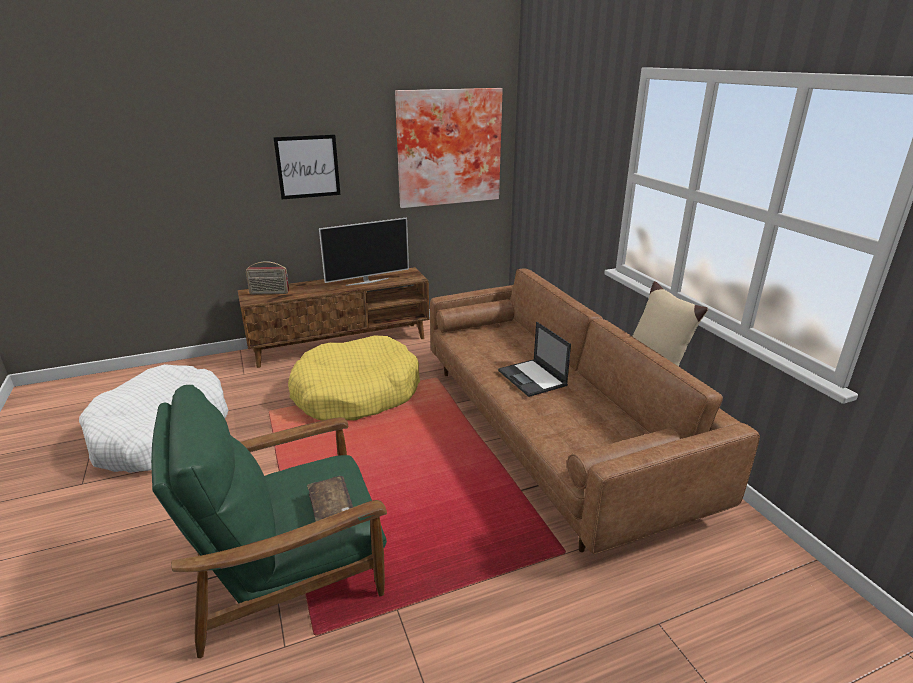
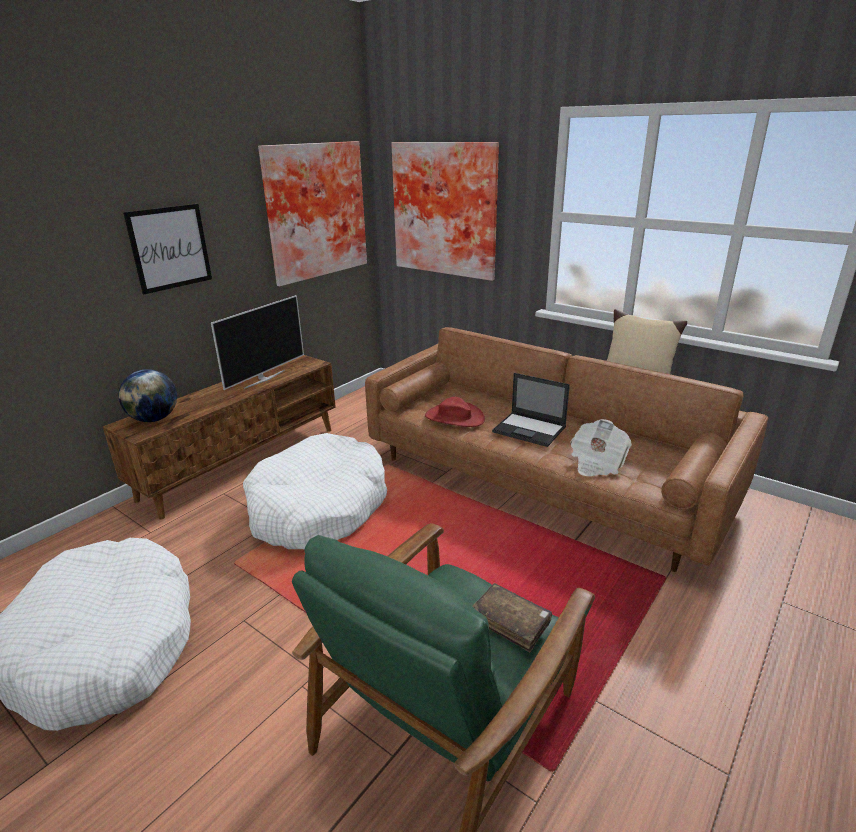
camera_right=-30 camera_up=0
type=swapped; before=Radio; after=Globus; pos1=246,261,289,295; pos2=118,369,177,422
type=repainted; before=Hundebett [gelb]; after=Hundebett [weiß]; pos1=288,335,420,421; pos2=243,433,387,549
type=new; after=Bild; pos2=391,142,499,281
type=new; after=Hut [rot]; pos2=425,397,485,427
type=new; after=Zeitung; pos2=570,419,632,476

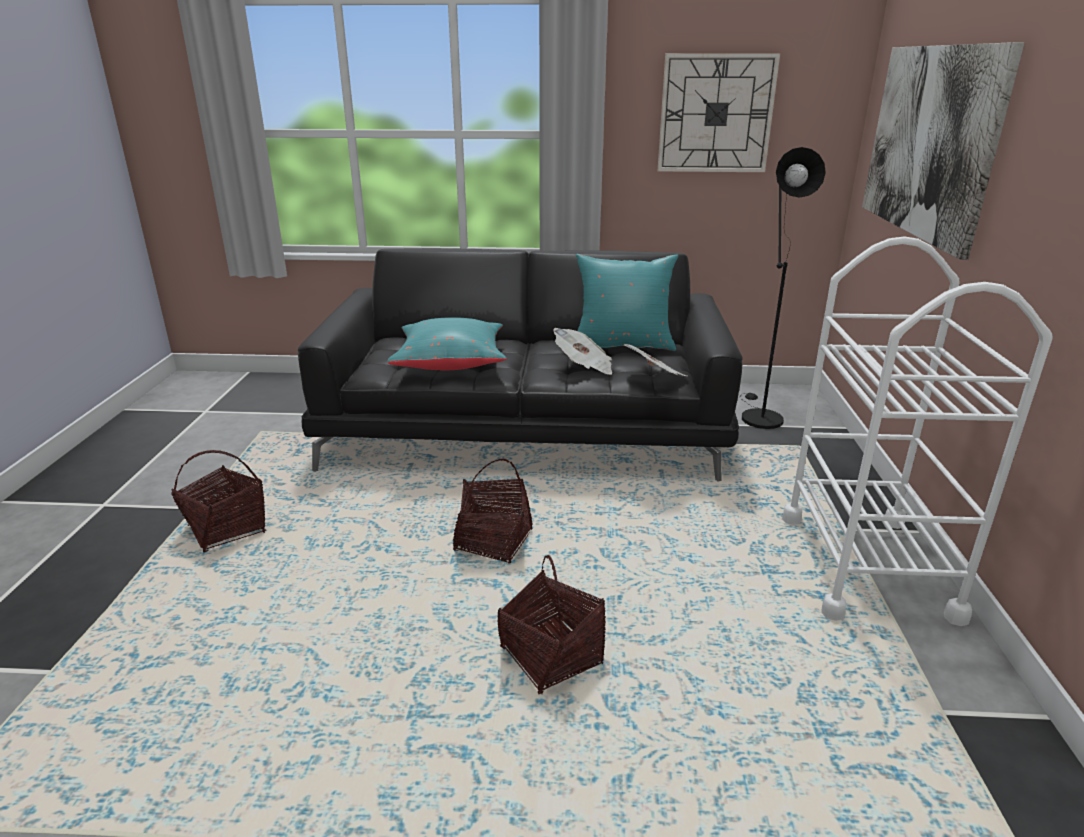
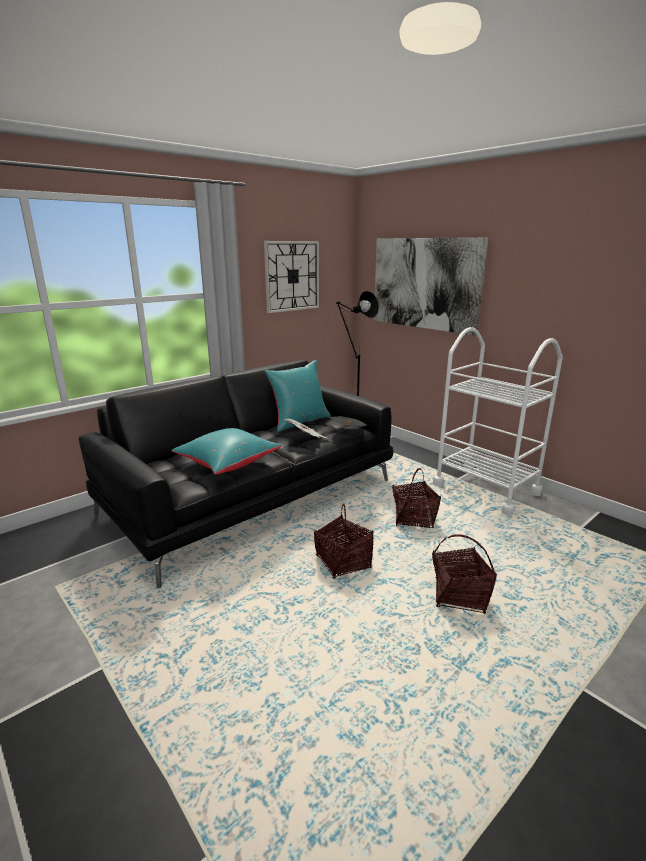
camera_right=-45 camera_up=-5
type=shifted; before=Korb; pos1=171,450,266,553; pos2=392,468,441,529

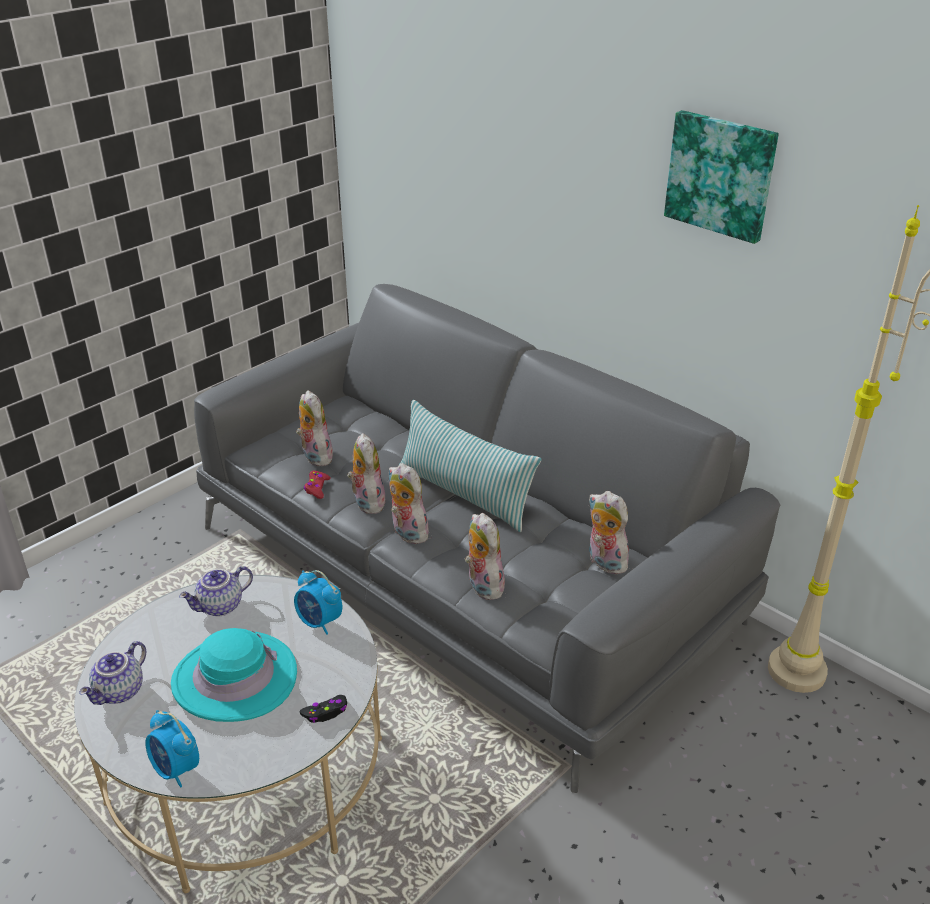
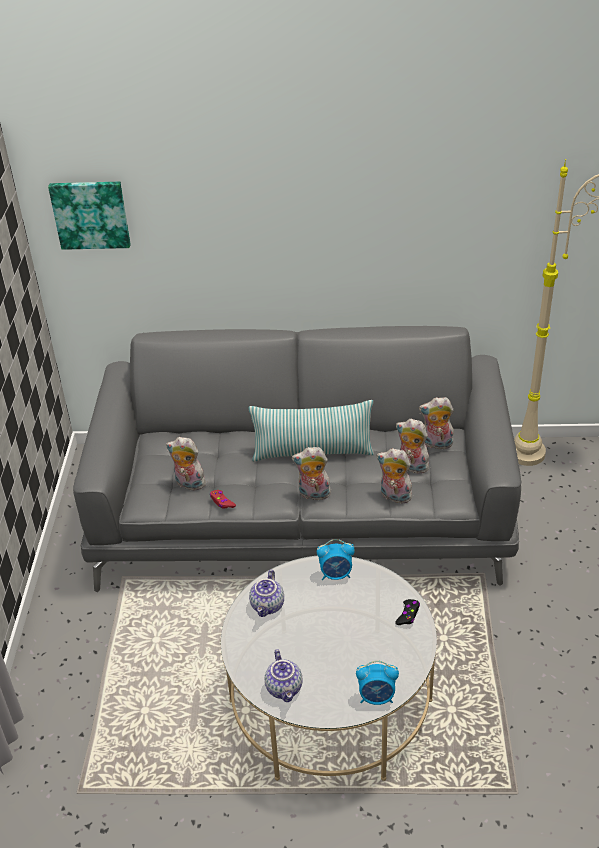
camera_right=-40 camera_up=5
type=shifted; before=Bild; pos1=664,110,779,244; pos2=48,182,131,250
type=shifted; before=Plüschtier; pos1=347,433,386,514; pos2=396,419,433,474
type=gone; before=Hut [türkis]; pos1=171,628,297,722

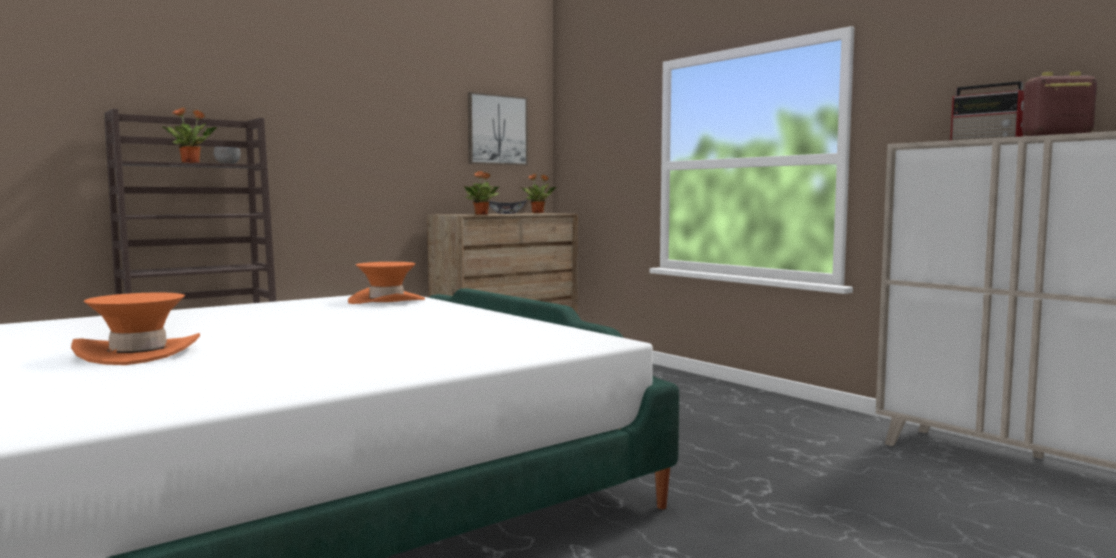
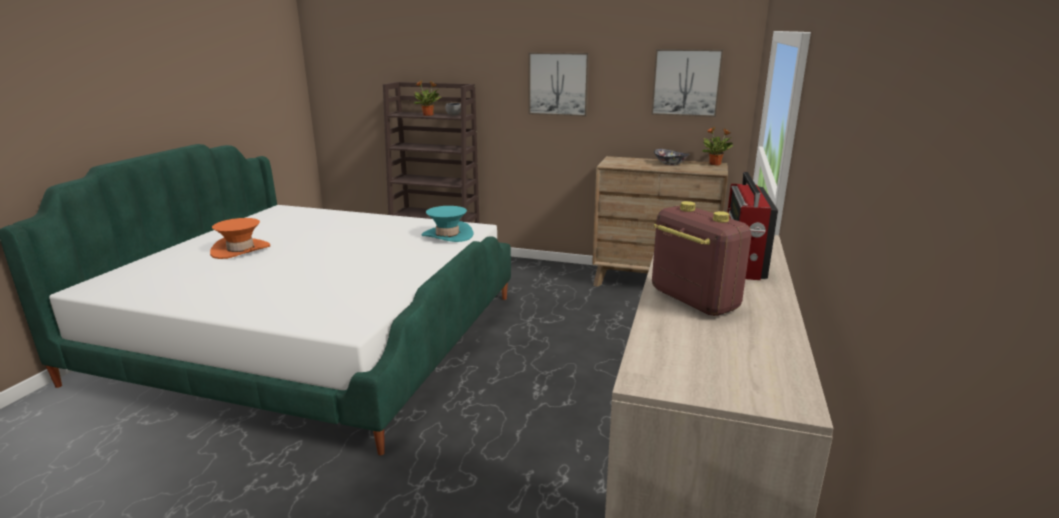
camera_right=55 camera_up=15
type=gone; before=Topfpflanze; pos1=464,171,500,215
type=repainted; before=Hut [orange]; after=Hut [türkis]; pos1=348,262,425,304; pos2=422,206,474,242
type=new; after=Bild; pos2=529,52,589,116

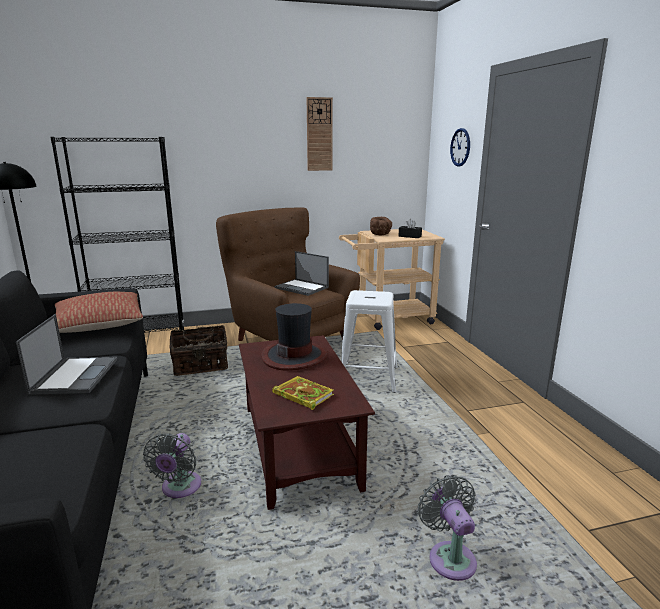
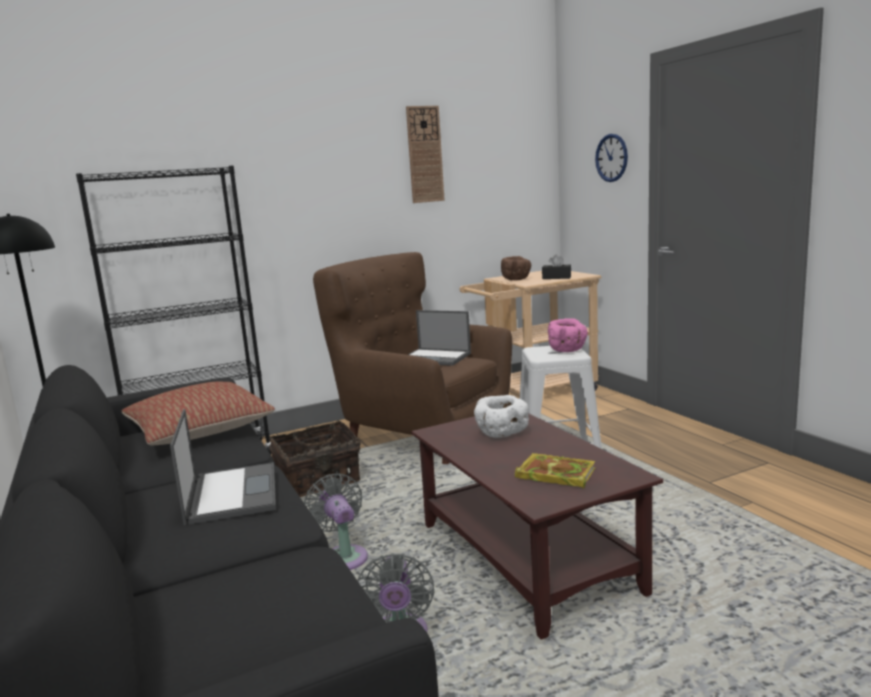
camera_right=-10 camera_up=-5
type=swapped; before=Hut; after=Schüssel [weiß]; pos1=261,303,328,371; pos2=474,395,529,438
type=shifted; before=Ventilator [grau]; pos1=418,475,477,581; pos2=304,473,368,570
type=new; after=Schüssel [rosa]; pos2=548,318,588,352

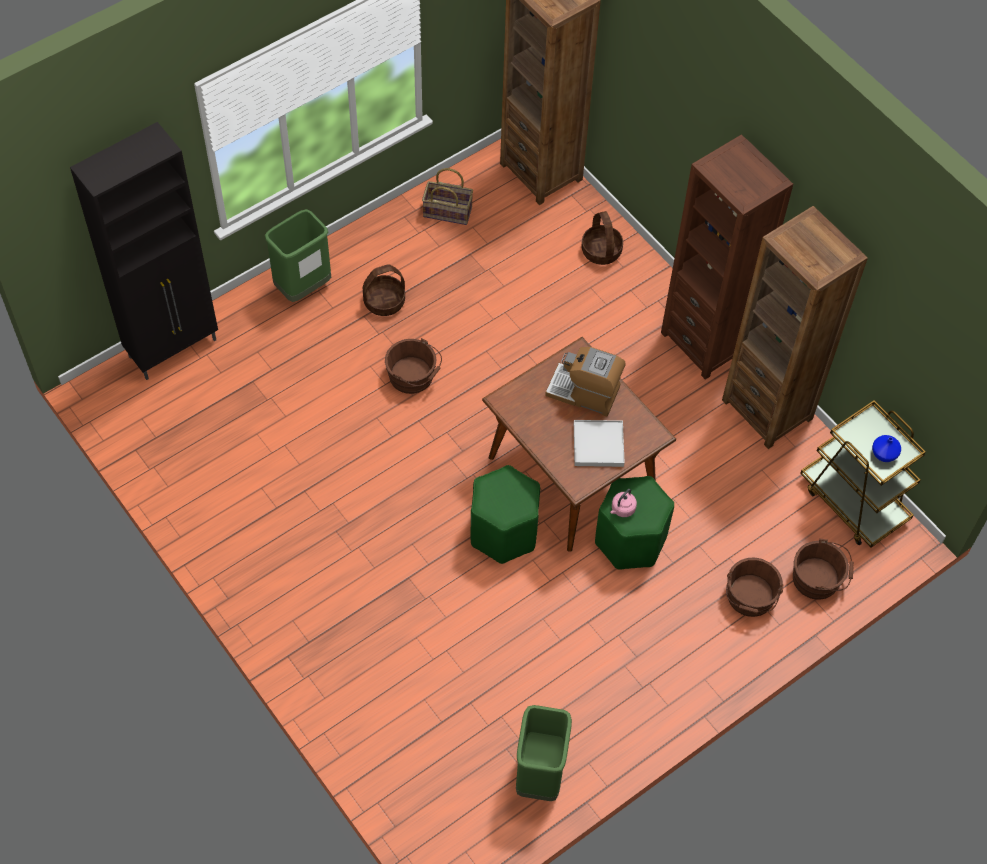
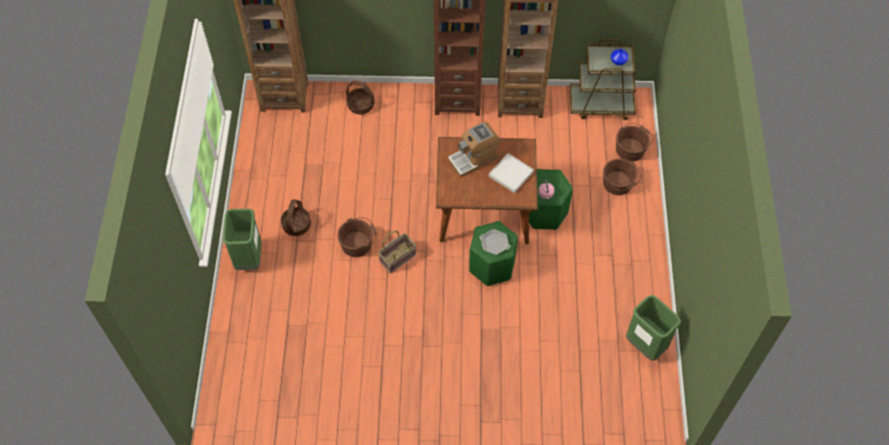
camera_right=-50 camera_up=0
type=gone; before=Schrank [schwarz]; pos1=70,122,218,380
type=shifted; before=Korb; pos1=422,168,473,225; pos2=378,230,416,273
type=new; after=Pfanne; pos2=480,229,510,255

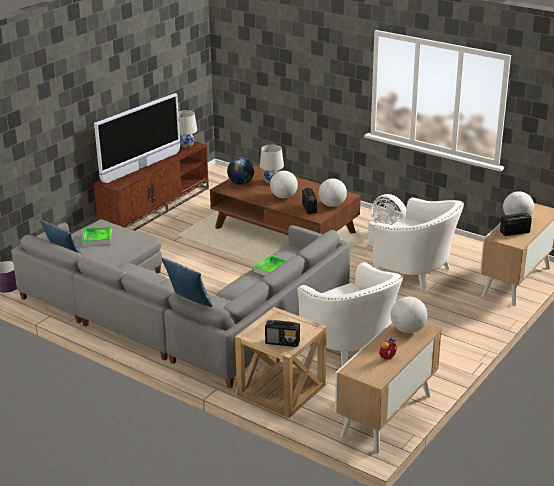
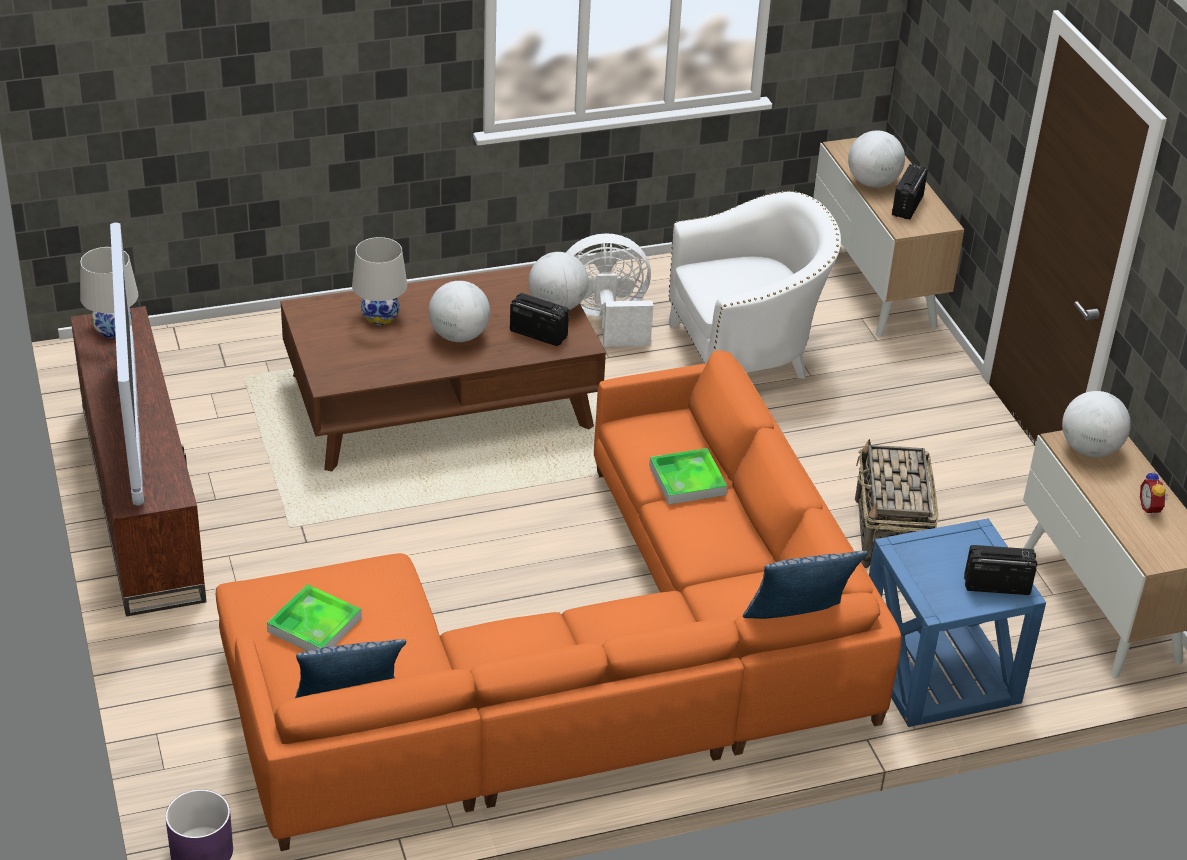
camera_right=-55 camera_up=10
type=gone; before=Globus; pos1=227,158,254,185
type=repainted; before=Sofa [grau]; after=Sofa [orange]; pos1=11,219,351,389; pos2=216,350,902,851
type=swapped; before=Sessel [weiß]; after=Korb; pos1=297,262,403,366; pos2=855,439,938,568
type=repainted; before=Beistelltisch [beige]; after=Beistelltisch [blau]; pos1=235,307,327,418; pos2=869,519,1046,727
type=rotated; before=Radio; pos1=265,320,300,347; pos2=964,545,1037,595; turn=-135

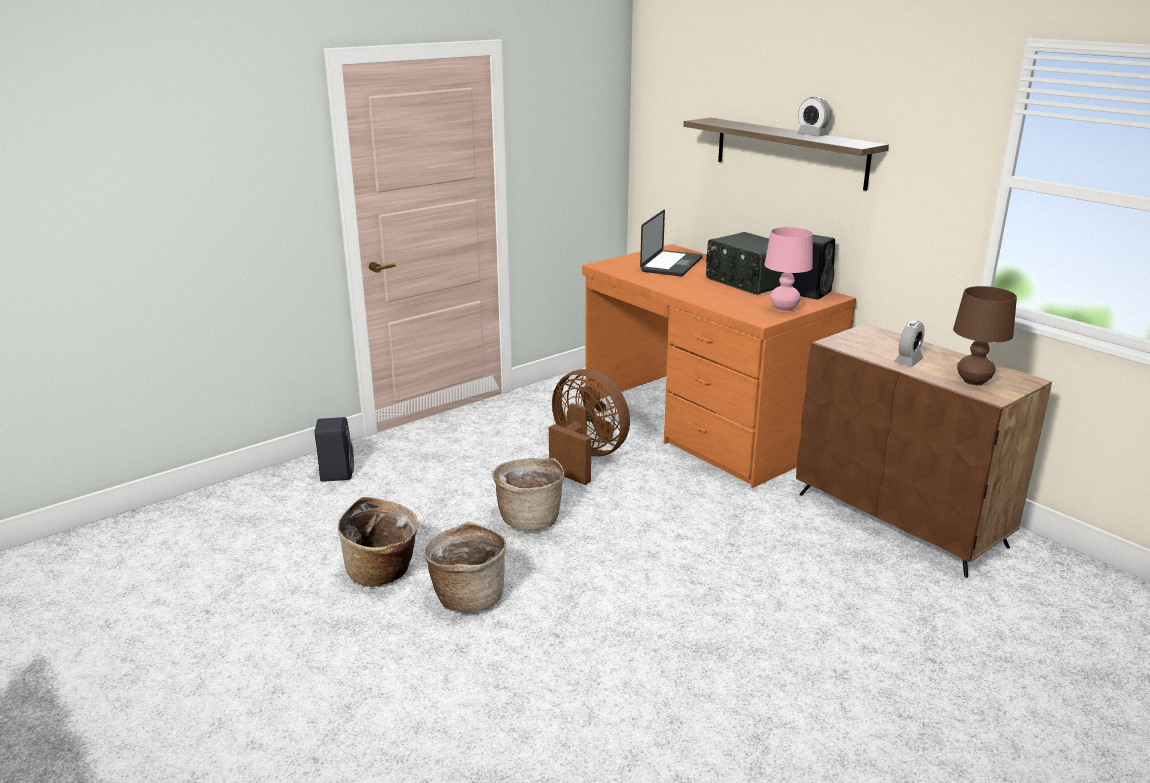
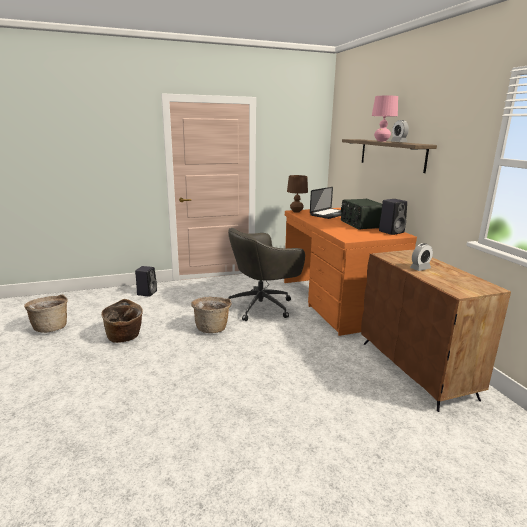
camera_right=20 camera_up=-5
type=shifted; before=Tischlampe [rosa]; pos1=764,227,813,312; pos2=372,96,398,141
type=shifted; before=Tischlampe [braun]; pos1=953,286,1017,385; pos2=287,175,308,213
type=swapped; before=Ventilator [braun]; after=Bürostuhl [grau]; pos1=549,369,630,485; pos2=228,228,305,321
type=shifted; before=Korb; pos1=424,522,506,612; pos2=24,295,68,333

